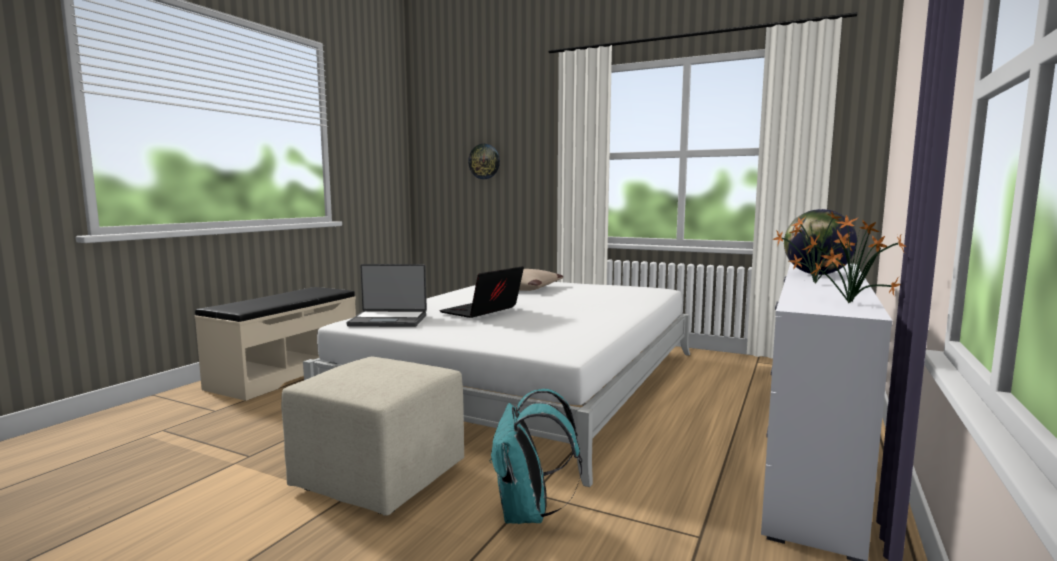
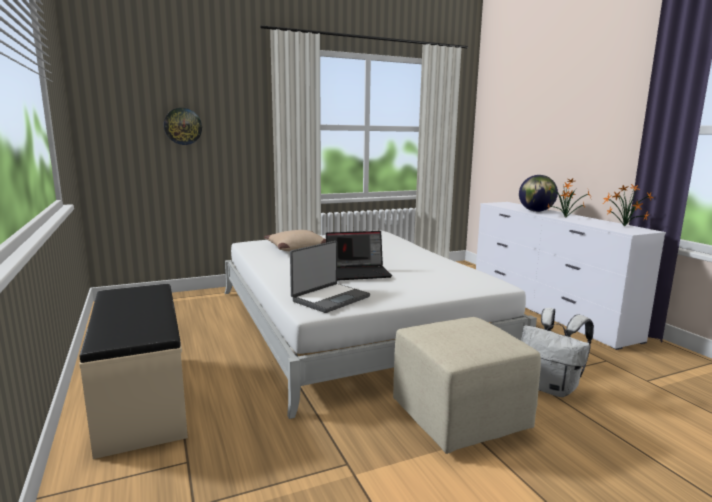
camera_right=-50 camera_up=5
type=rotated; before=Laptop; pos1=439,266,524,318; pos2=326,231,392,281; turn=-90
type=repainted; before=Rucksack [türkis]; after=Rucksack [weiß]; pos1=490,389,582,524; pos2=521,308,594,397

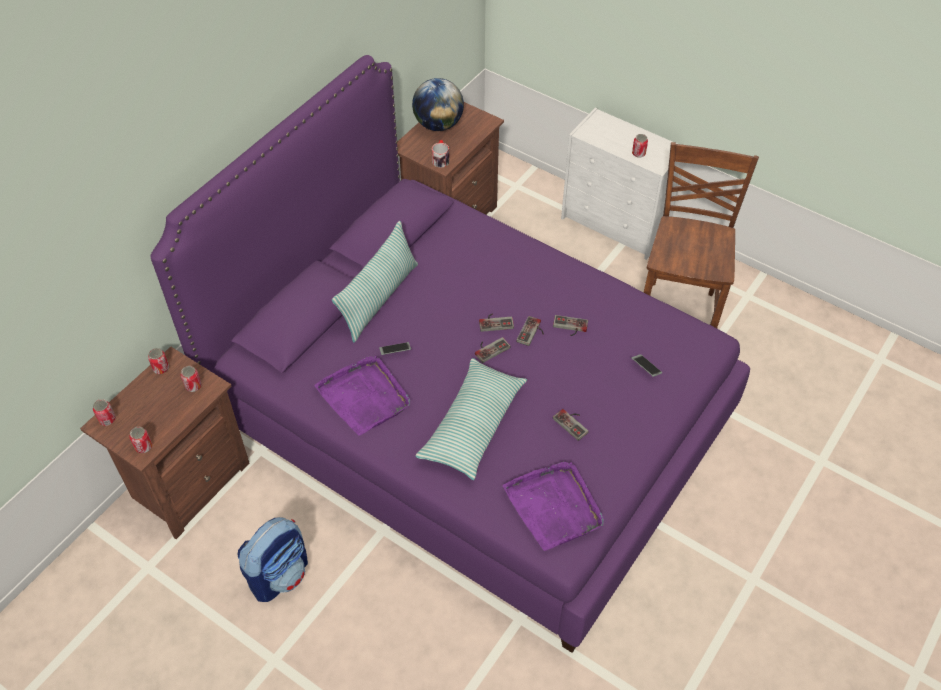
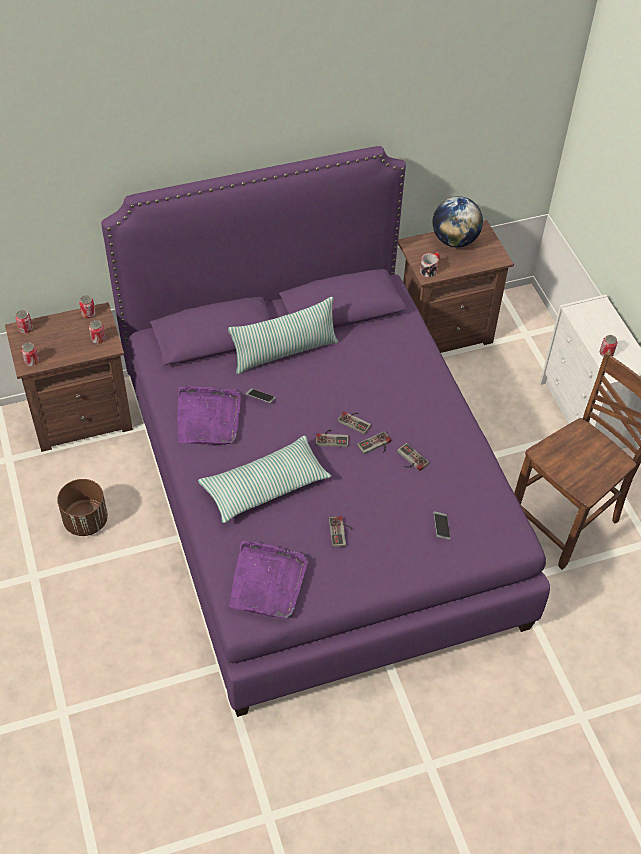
camera_right=35 camera_up=0
type=swapped; before=Rucksack; after=Pflanzkübel [braun]; pos1=238,517,308,602; pos2=57,479,108,536

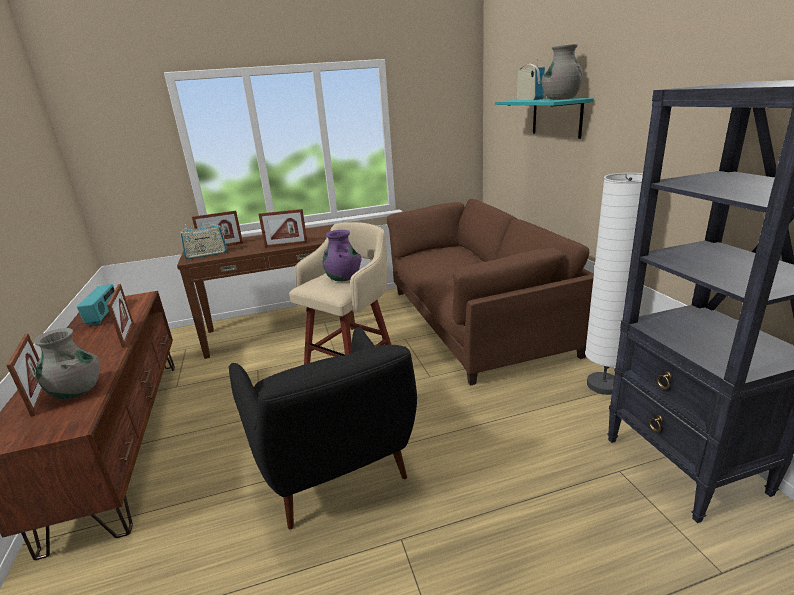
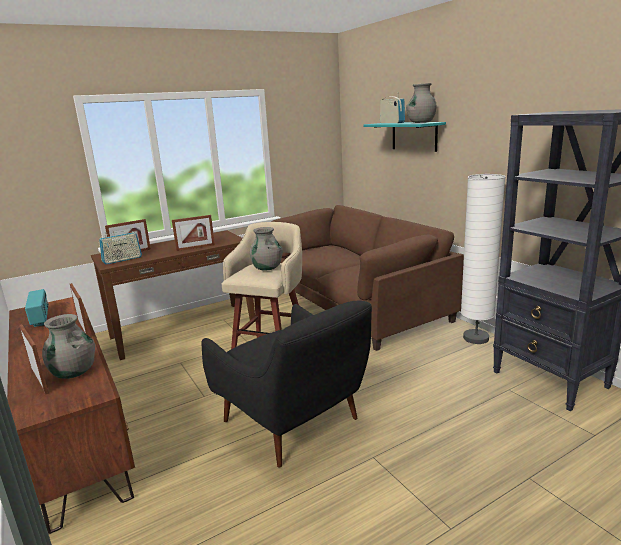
camera_right=-15 camera_up=-5
type=repainted; before=Vase [lila]; after=Vase [grau]; pos1=322,230,361,281; pos2=250,227,283,271

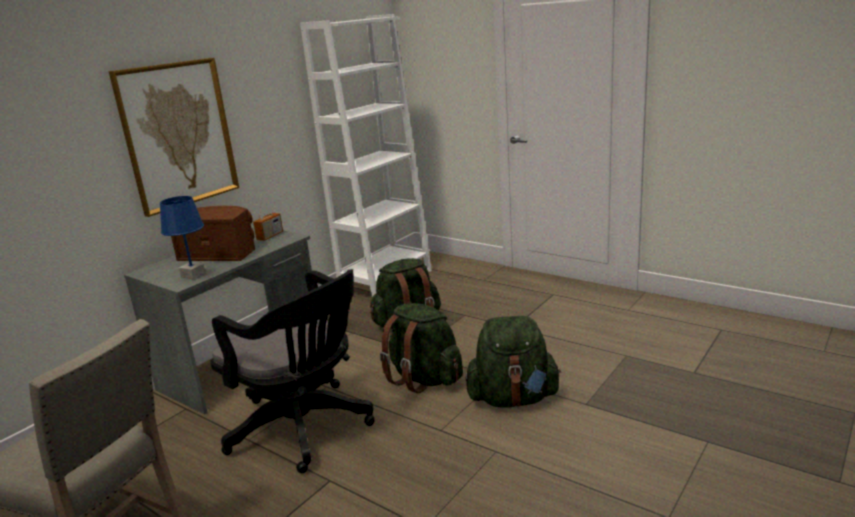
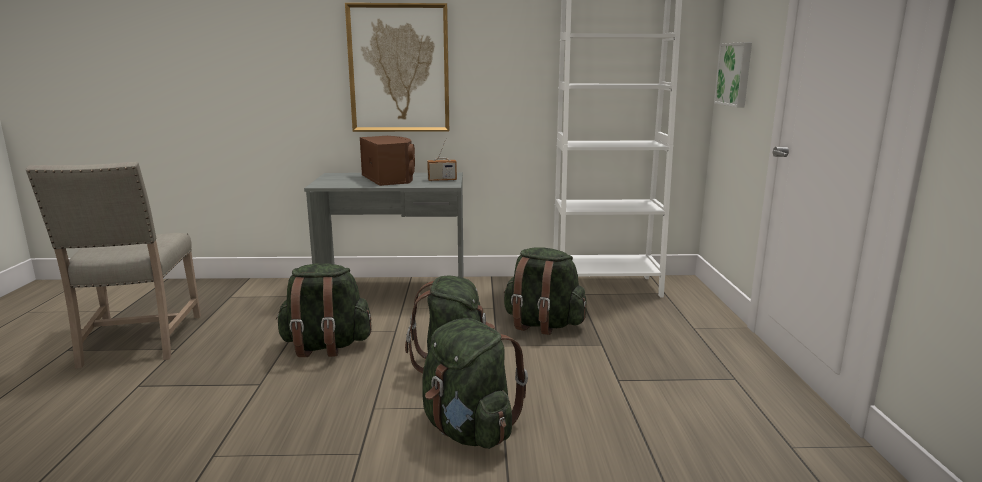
camera_right=50 camera_up=-5
type=gone; before=Tischlampe [blau]; pos1=160,196,205,279
type=swapped; before=Bürostuhl [schwarz]; after=Rucksack [grün]; pos1=210,269,375,473; pos2=276,263,372,357
type=new; after=Bild; pos2=714,42,752,107

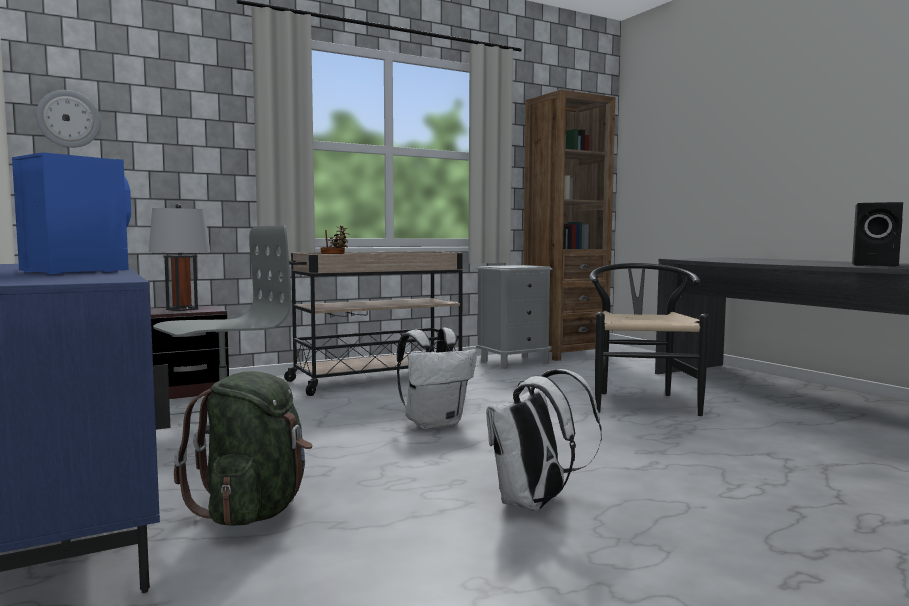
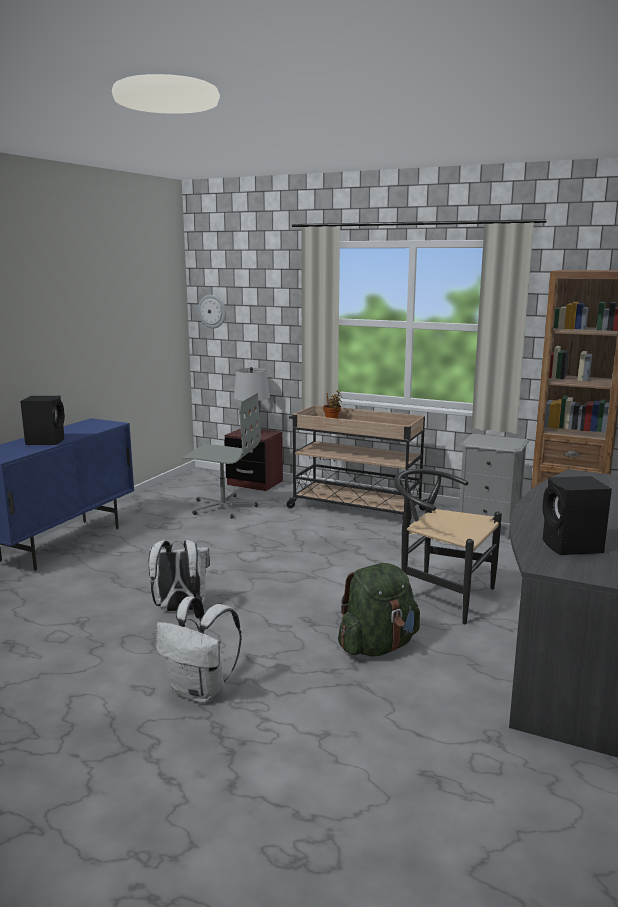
camera_right=55 camera_up=10
type=repainted; before=Lautsprecher [blau]; after=Lautsprecher [schwarz]; pos1=12,152,131,274; pos2=20,396,65,445
type=rotated; before=Stuhl [schwarz]; pos1=589,263,709,416; pos2=394,469,502,624; turn=-120
type=shifted; before=Rucksack [weiß]; pos1=397,328,477,429; pos2=156,596,242,703
type=shifted; before=Rucksack [grün]; pos1=174,371,313,526; pos2=338,563,420,656

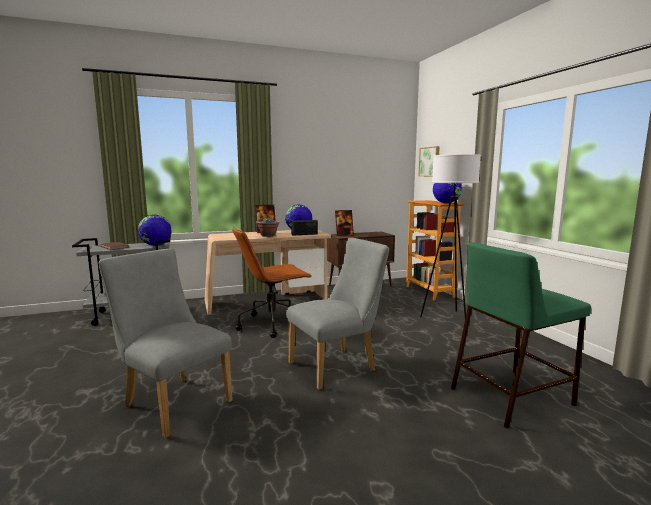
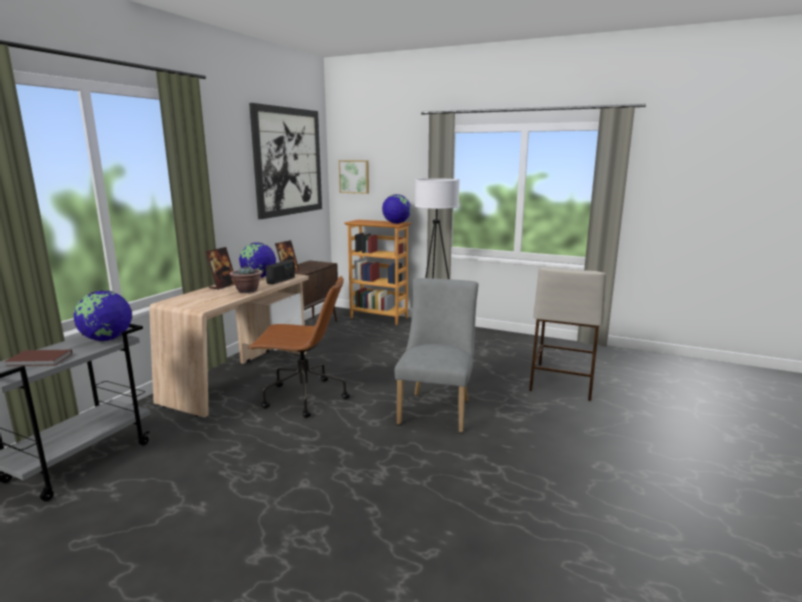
camera_right=-45 camera_up=5
type=rotated; before=Bürostuhl [braun]; pos1=232,227,312,338; pos2=249,276,350,418; turn=-105
type=repainted; before=Hocker [grün]; after=Hocker [beige]; pos1=451,243,591,429; pos2=529,267,606,401
type=gone; before=Stuhl [grau]; pos1=99,249,233,438
type=new; after=Bild; pos2=249,103,322,219

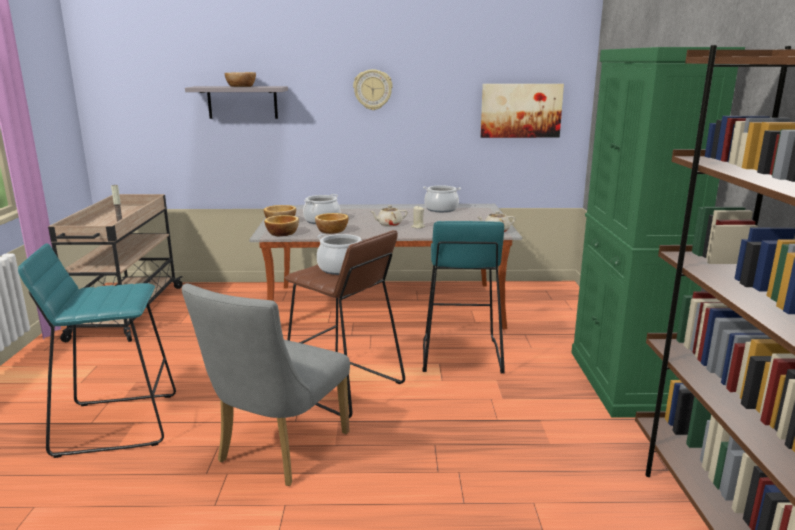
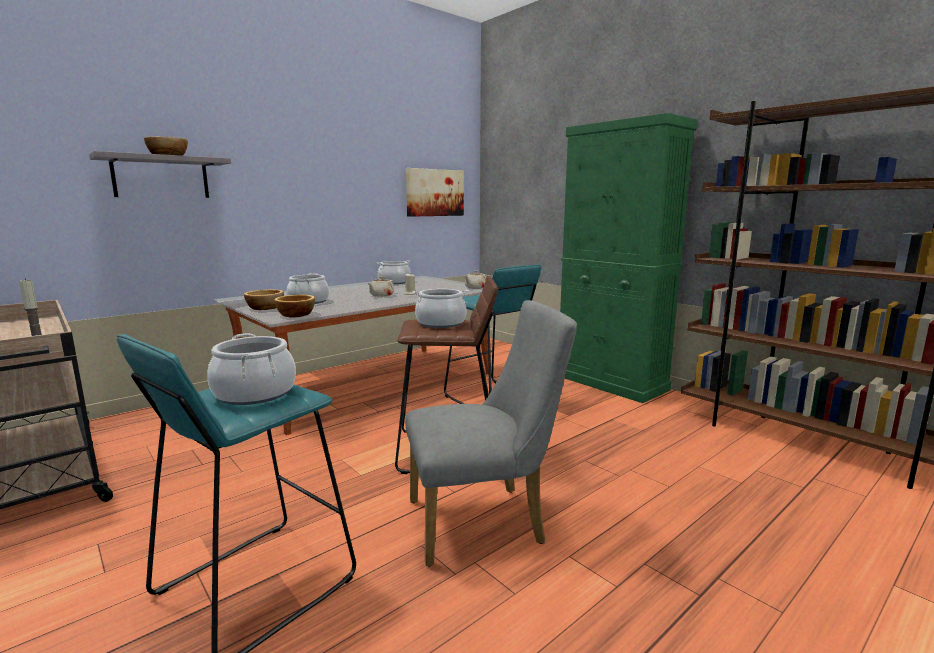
camera_right=-40 camera_up=-5
type=gone; before=Wanduhr; pos1=353,69,393,110
type=gone; before=Schüssel; pos1=315,213,349,234
type=rotated; before=Stuhl [grau]; pos1=181,284,350,486; pos2=405,300,577,566; turn=-90
type=new; after=Kochtopf; pos2=207,333,296,405

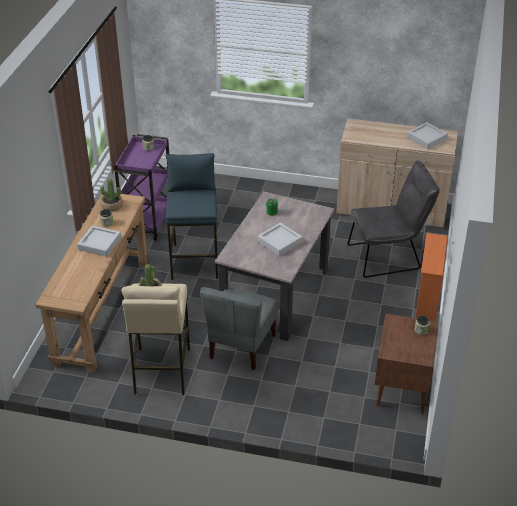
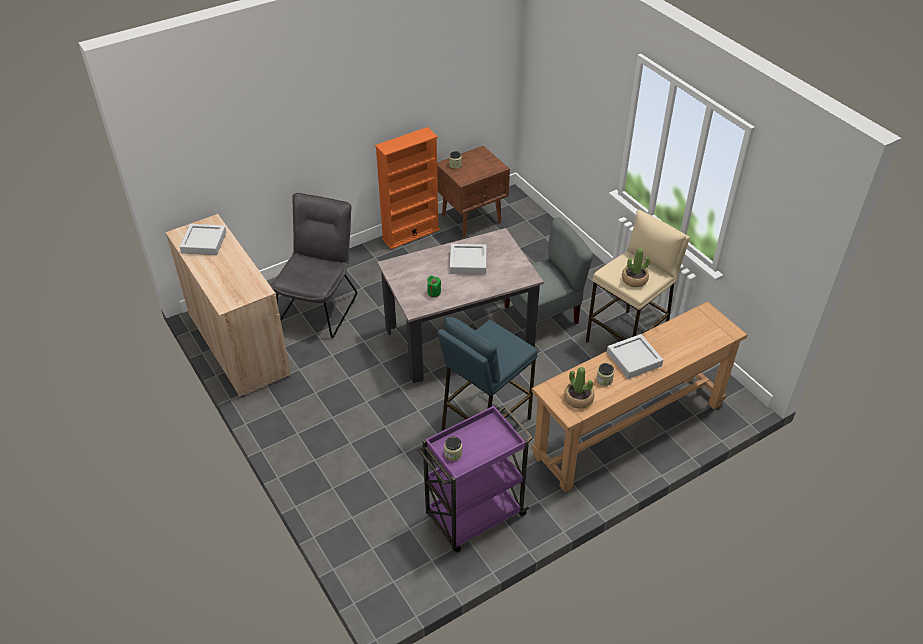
camera_right=-135 camera_up=5
type=rotated; before=Stuhl [grau]; pos1=348,160,440,278; pos2=270,193,357,338; turn=75

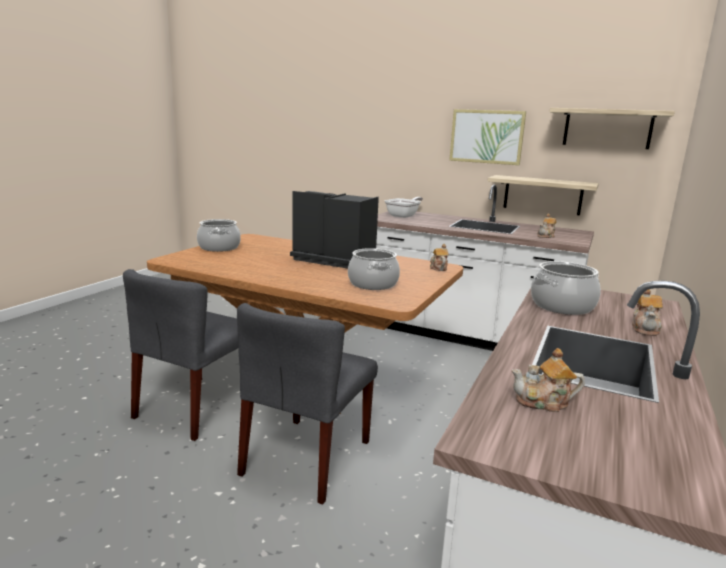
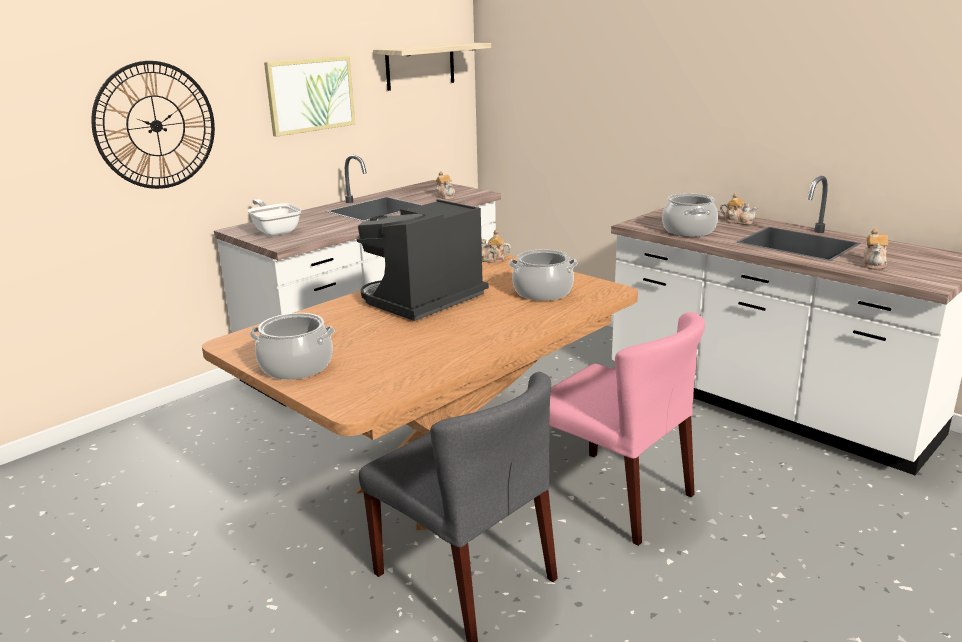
camera_right=-70 camera_up=5
type=gone; before=Wandregal; pos1=487,175,599,215
type=repainted; before=Stuhl [grau]; after=Stuhl [rosa]; pos1=237,303,378,505; pos2=549,312,705,546
type=new; after=Wanduhr; pos2=91,61,215,189

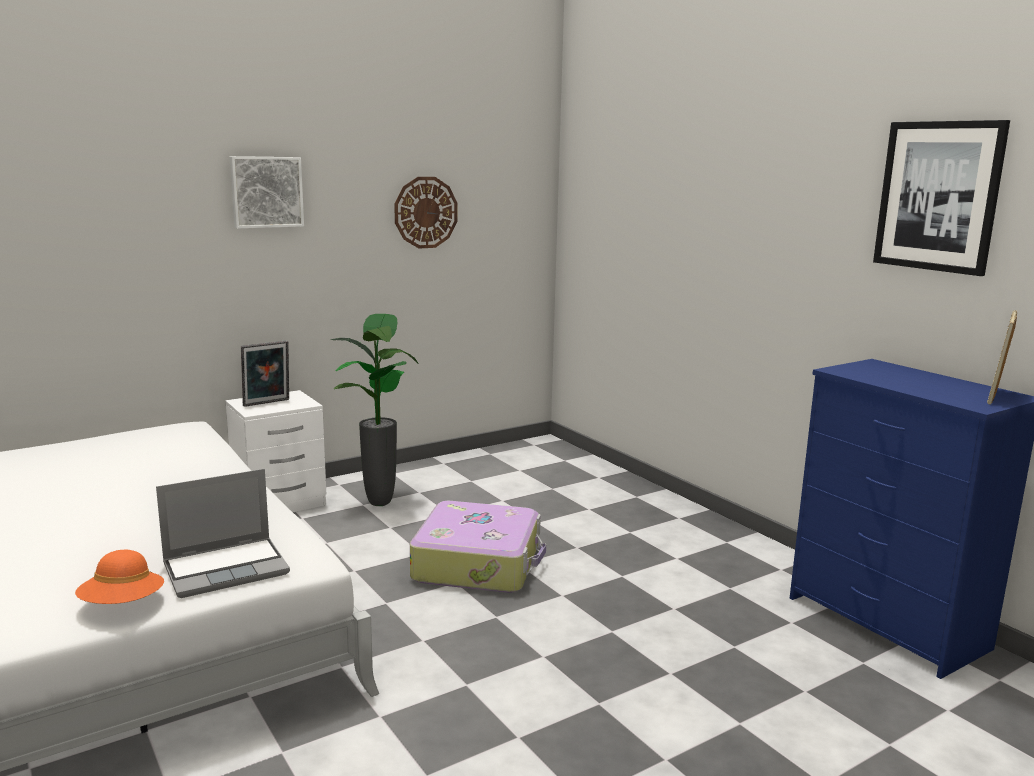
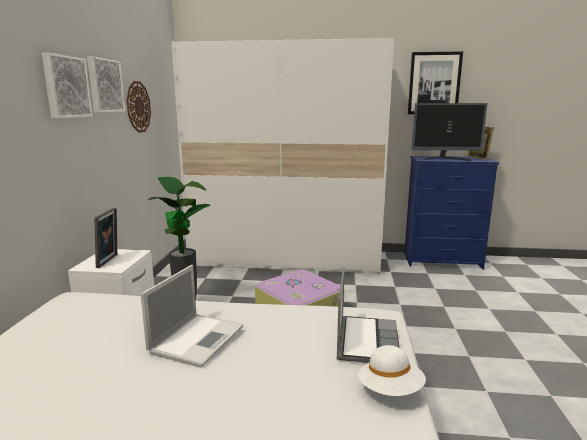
camera_right=-50 camera_up=0
type=repainted; before=Hut [orange]; after=Hut [weiß]; pos1=75,550,164,604; pos2=358,345,426,396
type=new; after=Kleiderschrank [weiß]; pos2=172,38,394,274
type=new; after=Bild; pos2=87,56,125,113
type=new; after=Monitor; pos2=412,103,487,161
type=new; after=Laptop; pos2=140,265,243,368

